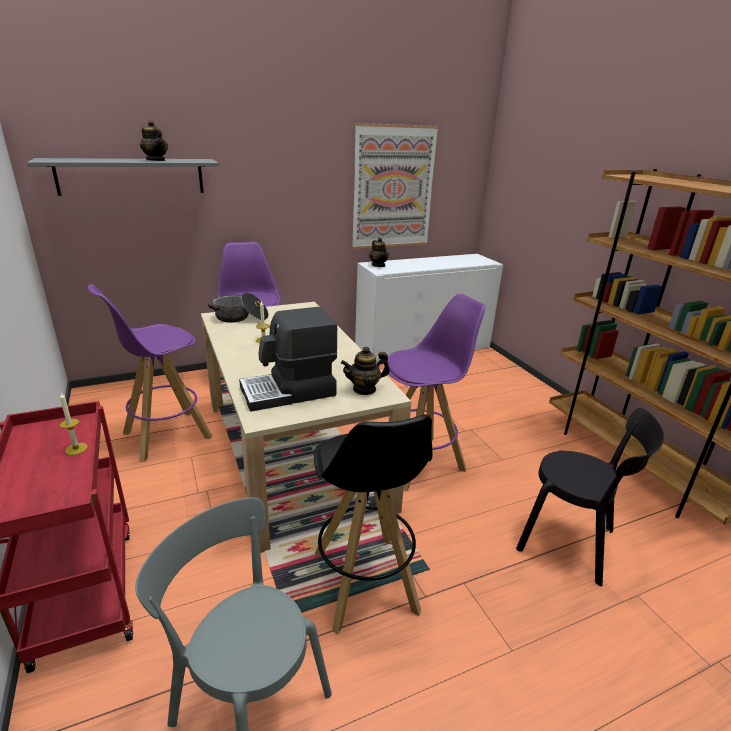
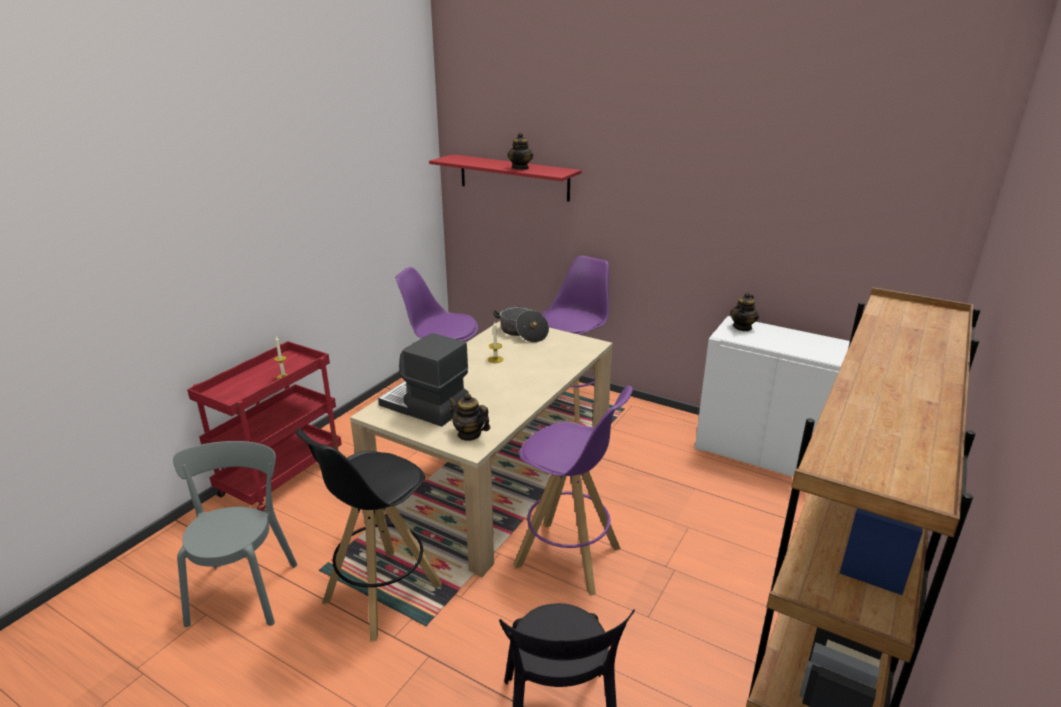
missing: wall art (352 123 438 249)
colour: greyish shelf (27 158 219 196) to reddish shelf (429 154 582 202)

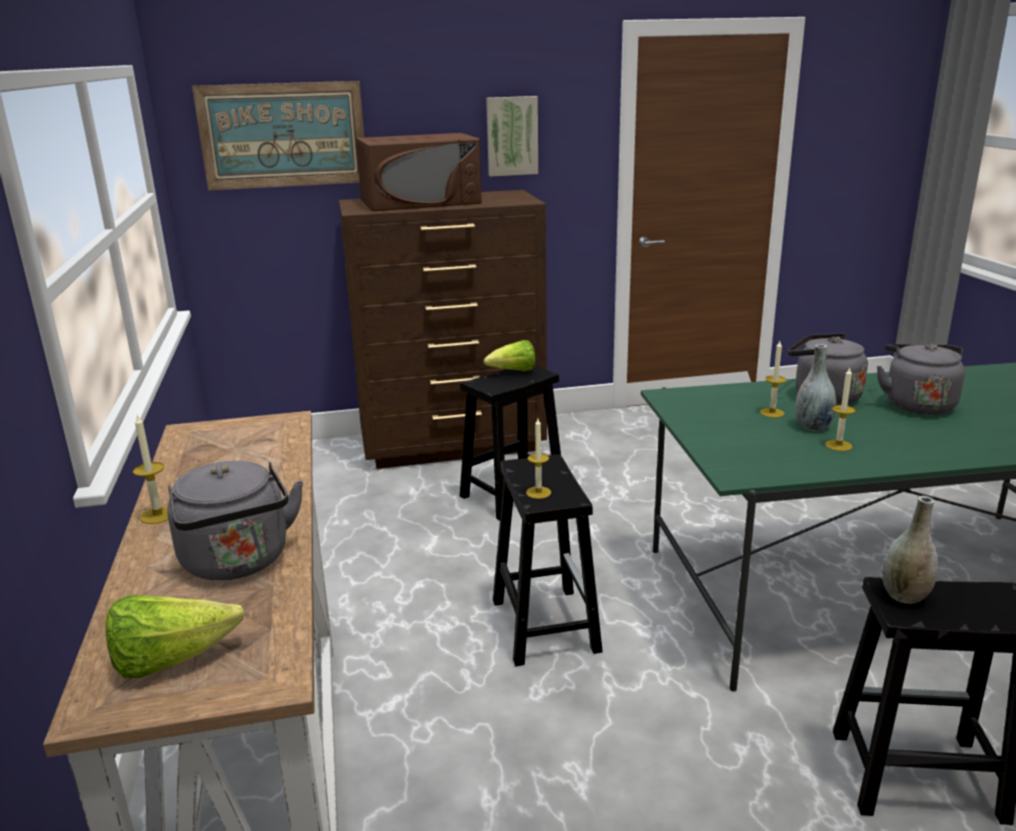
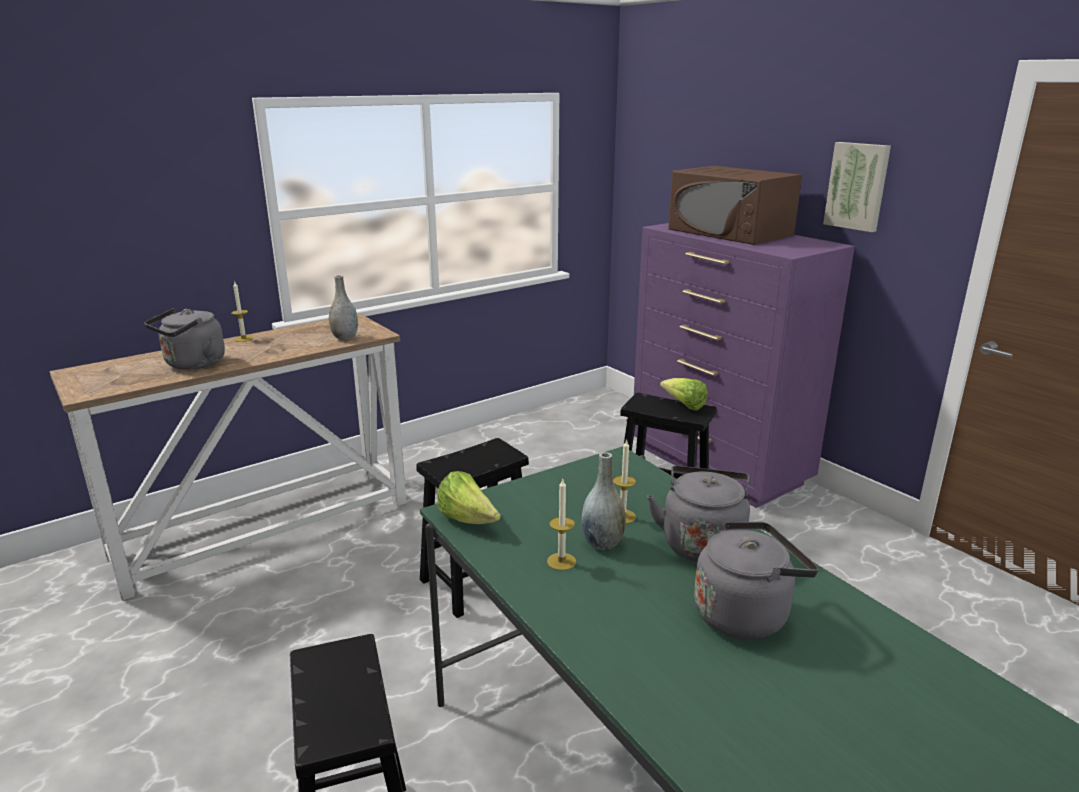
missing: wall art (192 81 364 190); candle (526 419 551 499)
relocated: head of lettuce (105 595 244 678) to (437 471 501 524); greyish decorative vase (882 496 939 604) to (329 275 358 340)
colour: brown-coloured chest of drawers (339 190 547 469) to purplish chest of drawers (634 223 855 508)

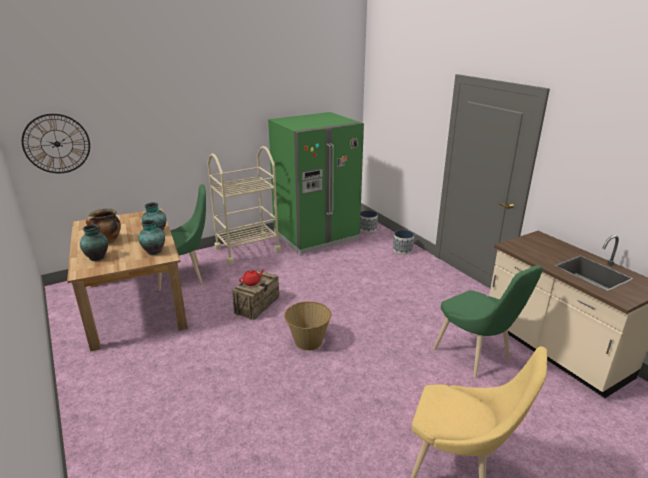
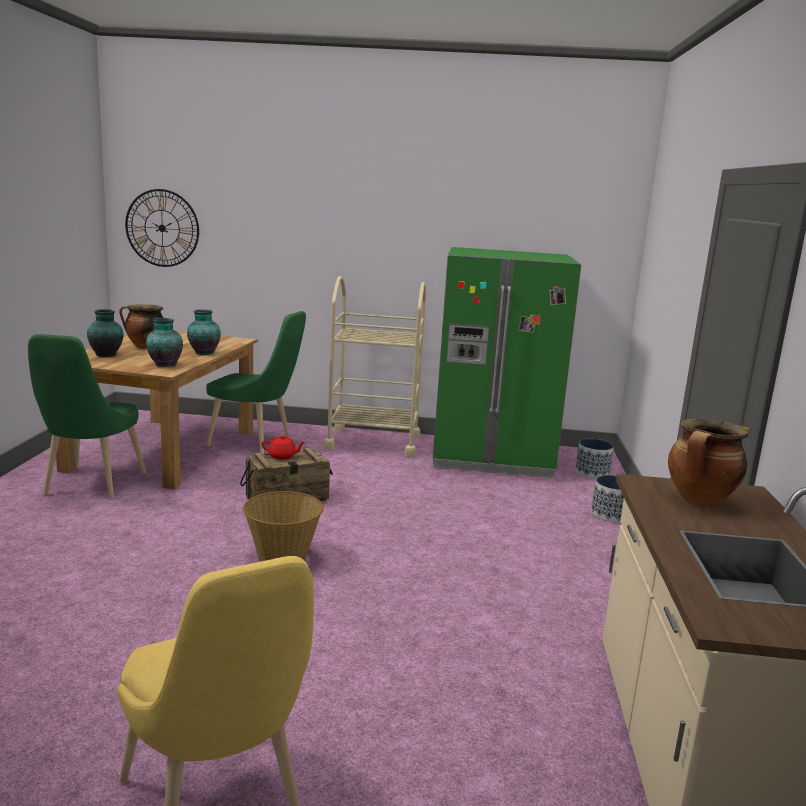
appeared: cooking pot (668 419 748 506)
relocated: greenish upright chair (433 265 543 378) to (28 334 146 500)

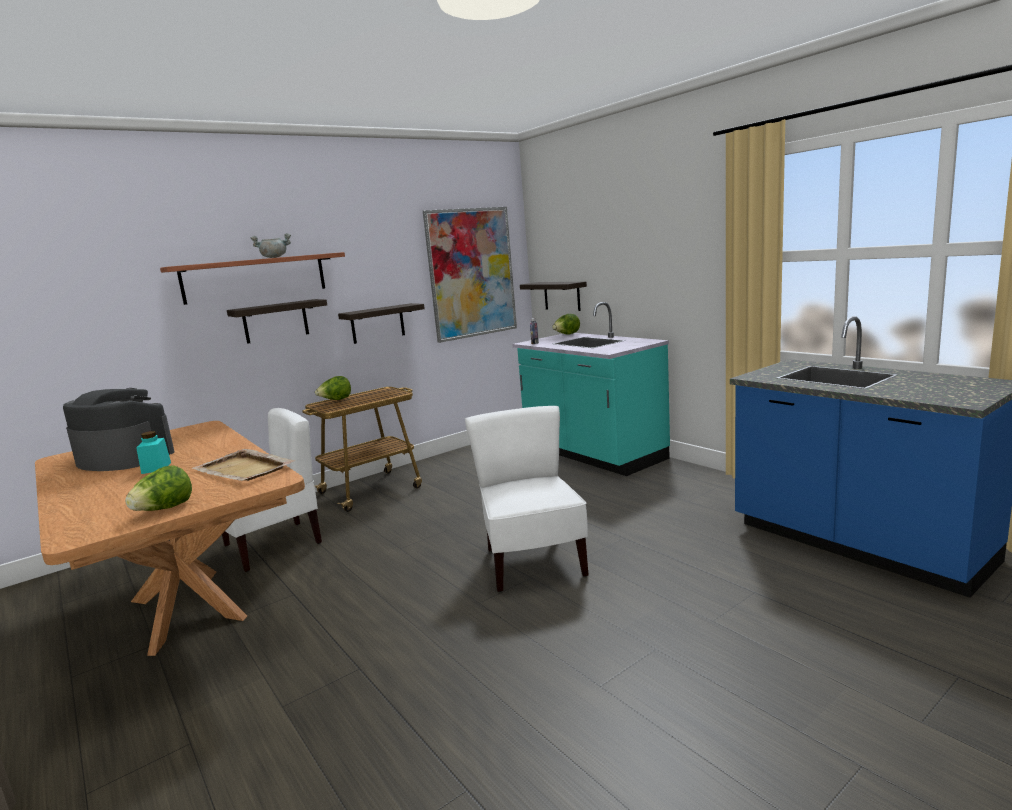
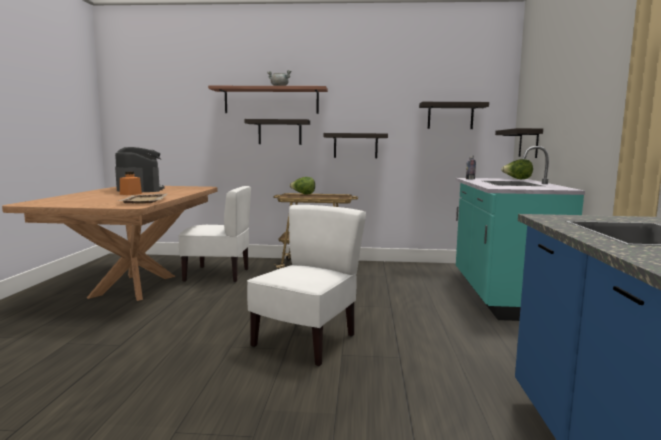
missing: head of lettuce (125 466 192 511)
exchanged: wall art (423 207 517 343) to shelf (419 102 489 129)
colour: turquoise-coloured preserve jar (136 431 171 474) to orange preserve jar (120 172 142 195)

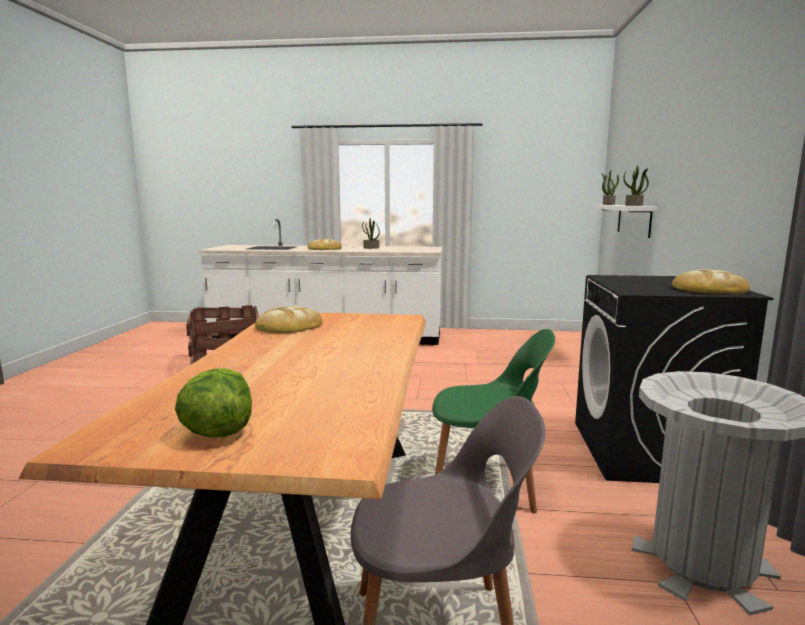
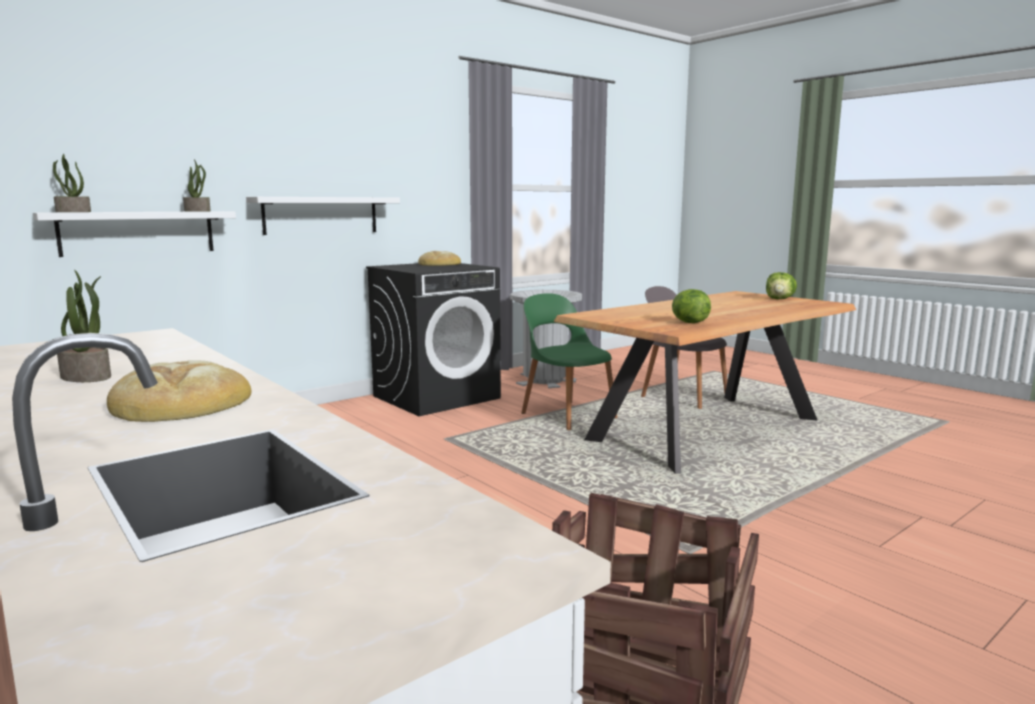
appeared: white-coloured shelf (246 197 400 235)
exchanged: baked bread (255 306 323 334) to head of lettuce (672 289 711 323)

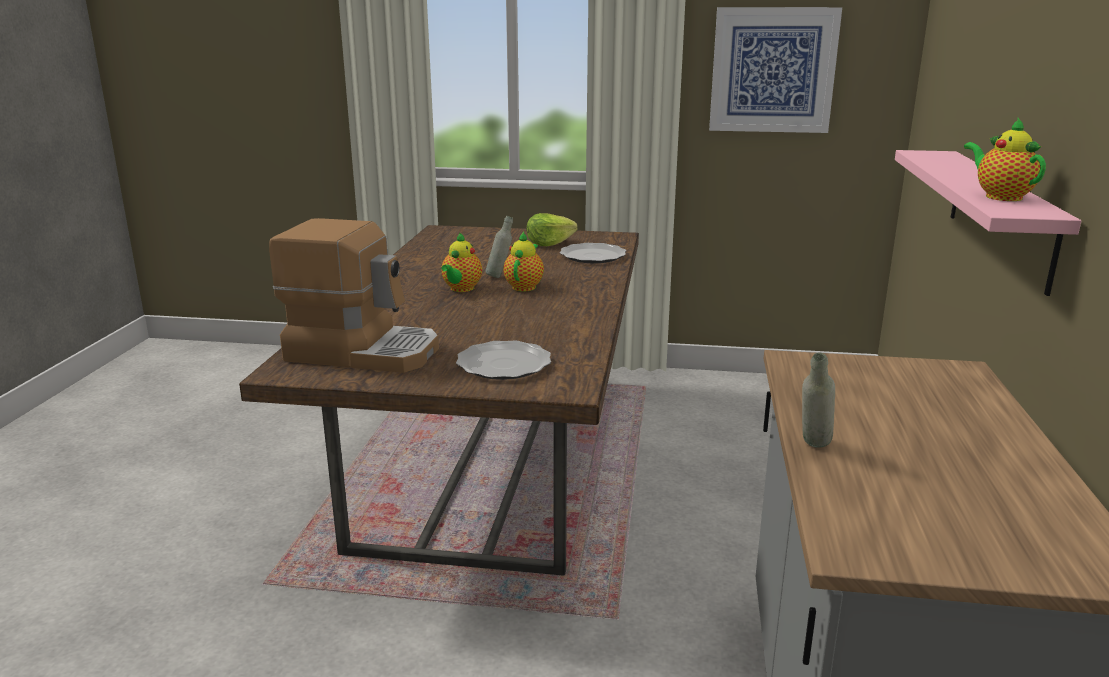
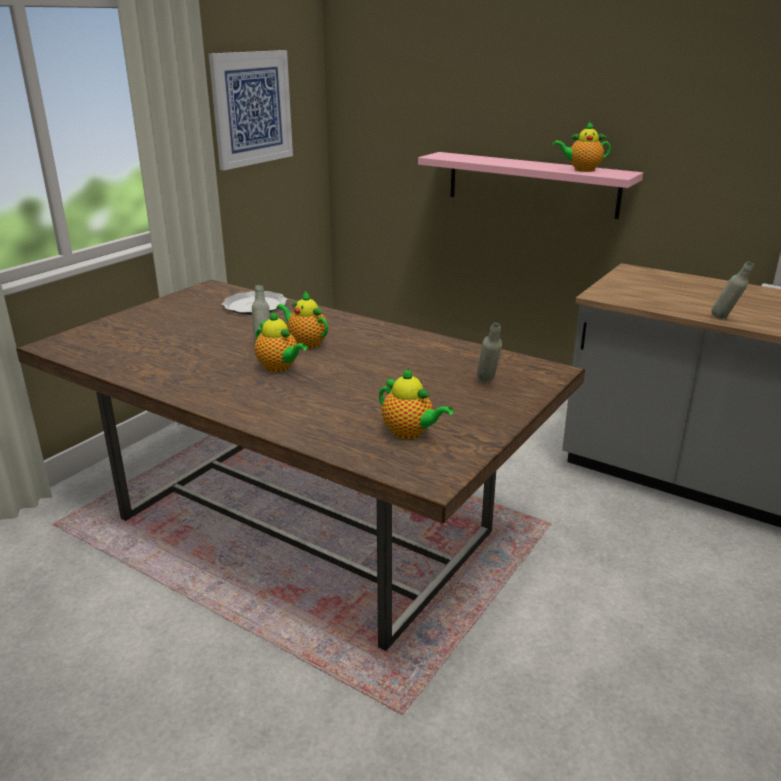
missing: head of lettuce (527 213 578 246)
exchanged: coffee brewer (269 218 439 373) to tea pot (379 368 454 440); dinner plate (456 341 551 380) to greyish drink bottle (477 323 502 382)

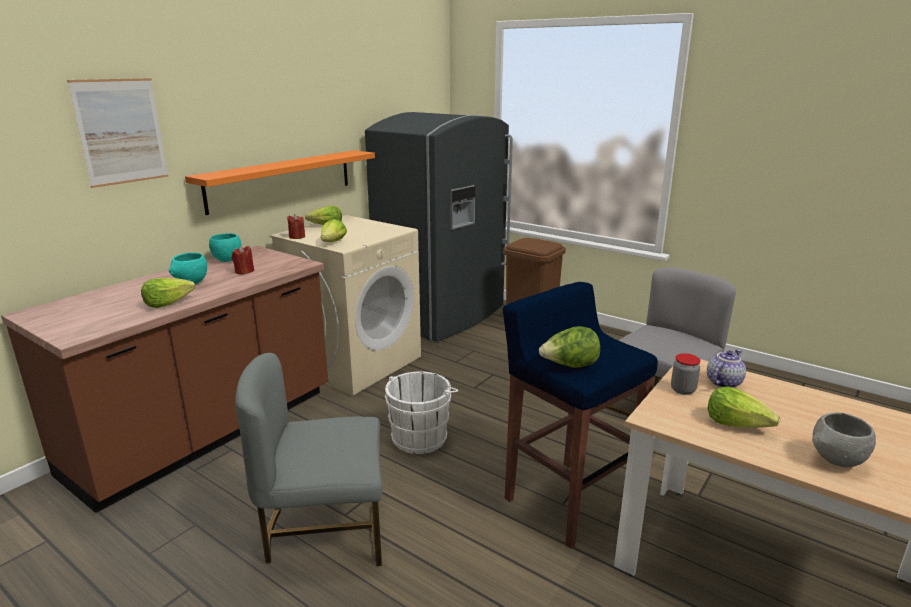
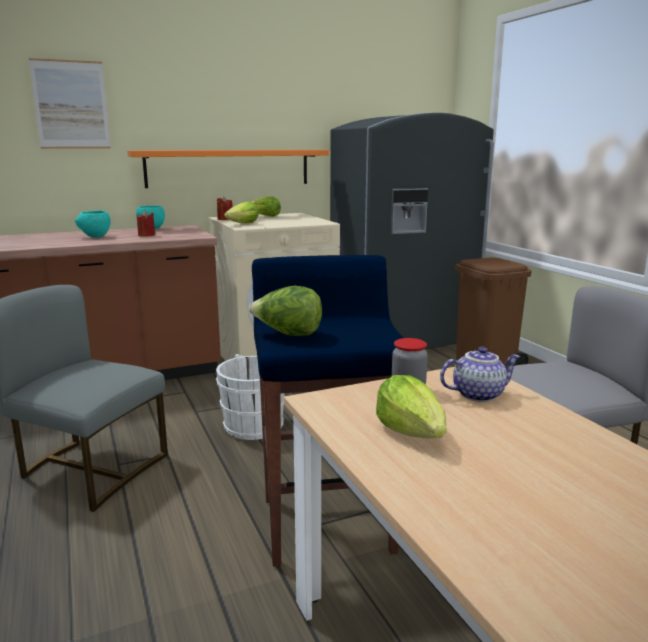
missing: head of lettuce (141 278 195 308); greyish bowl (812 412 876 467)

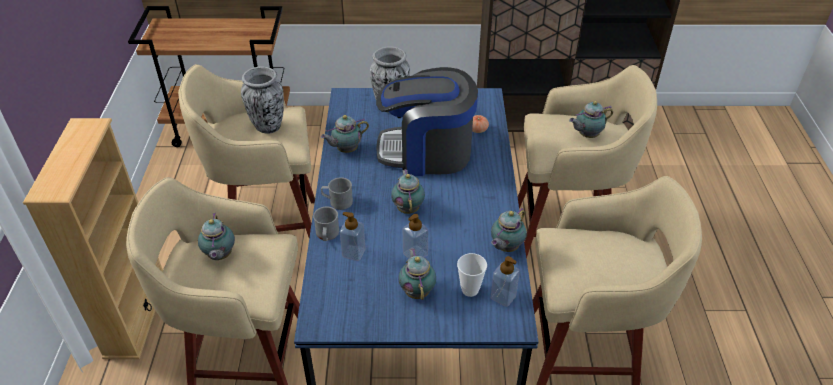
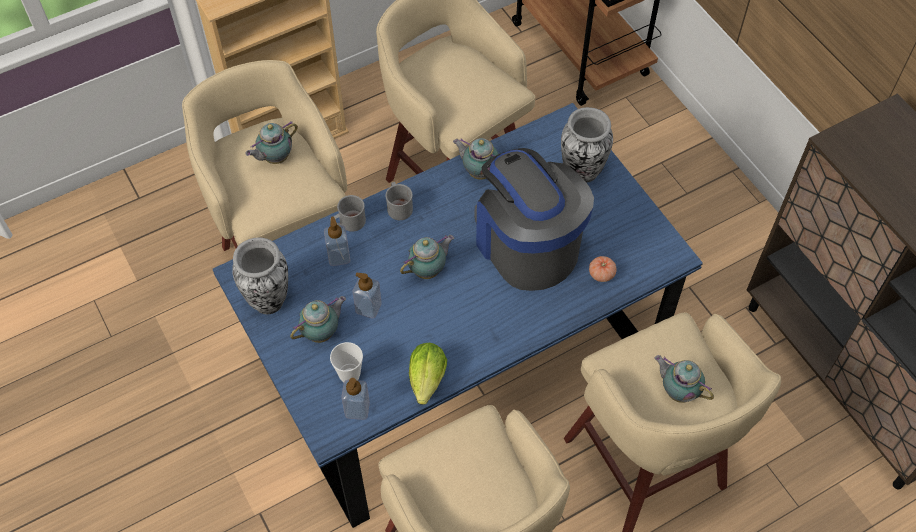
relocated: decorative vase (241 67 284 134) to (232 237 288 314)
exchanged: tea pot (491 207 527 252) to head of lettuce (409 343 447 405)

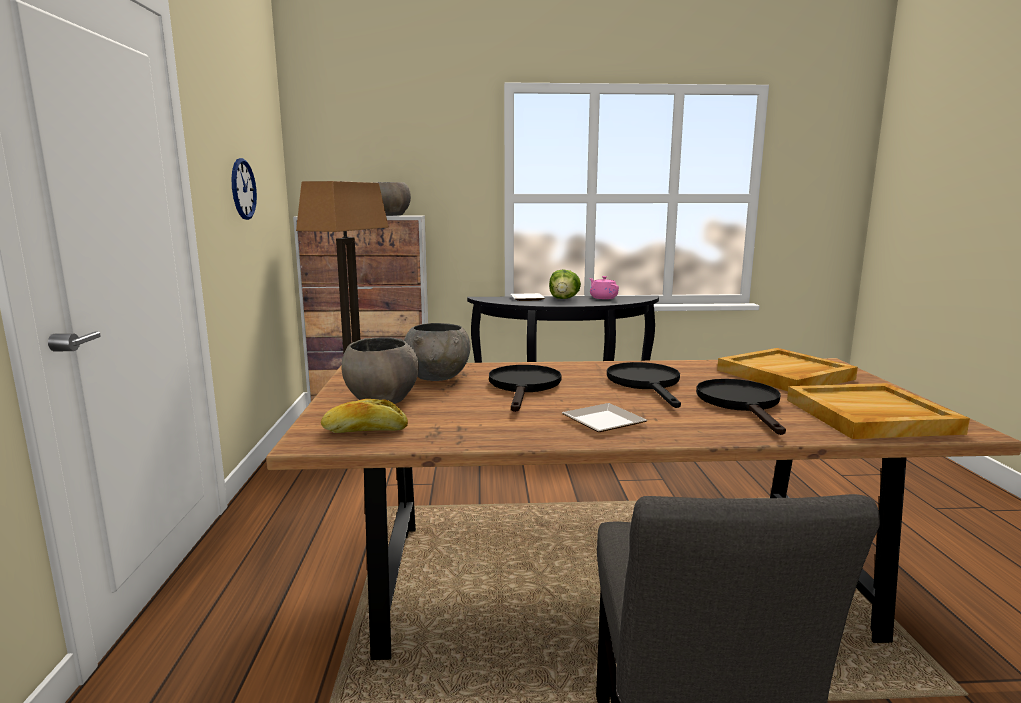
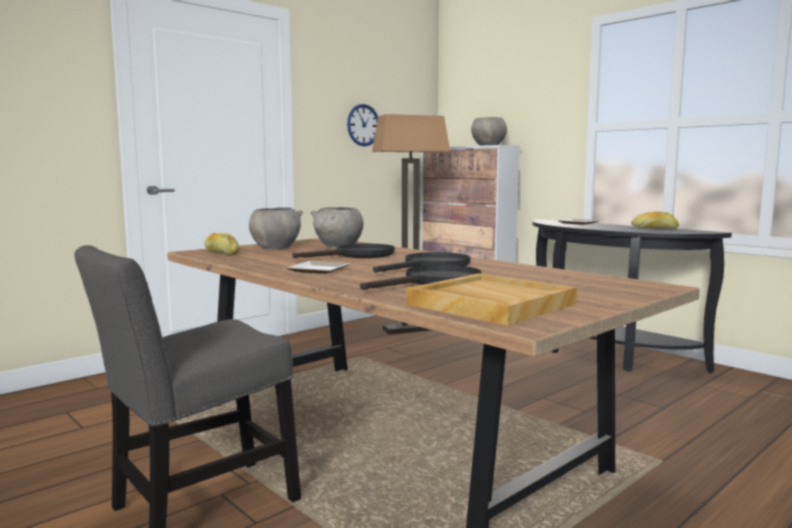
missing: head of lettuce (549 270 581 299); beige serving tray (717 348 858 391)
exchanged: pink-coloured tea pot (589 276 619 299) to baked bread (631 211 679 229)

